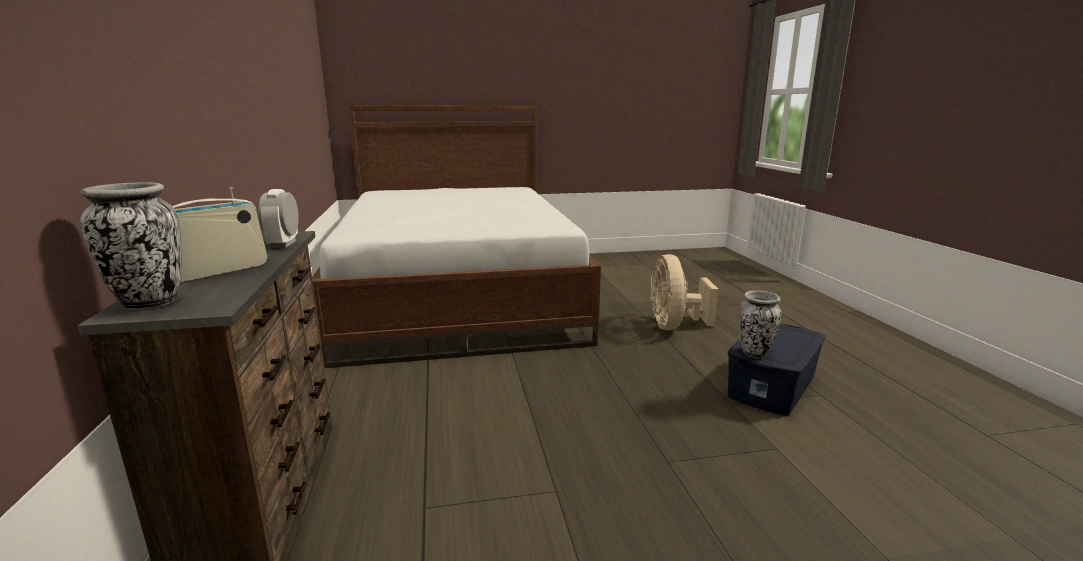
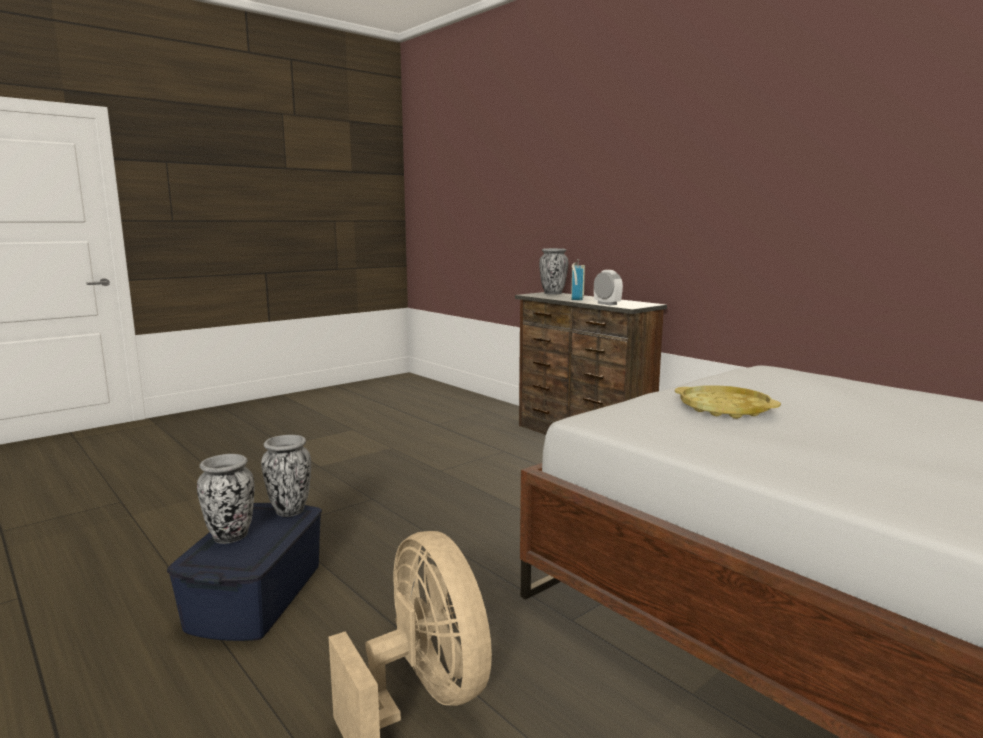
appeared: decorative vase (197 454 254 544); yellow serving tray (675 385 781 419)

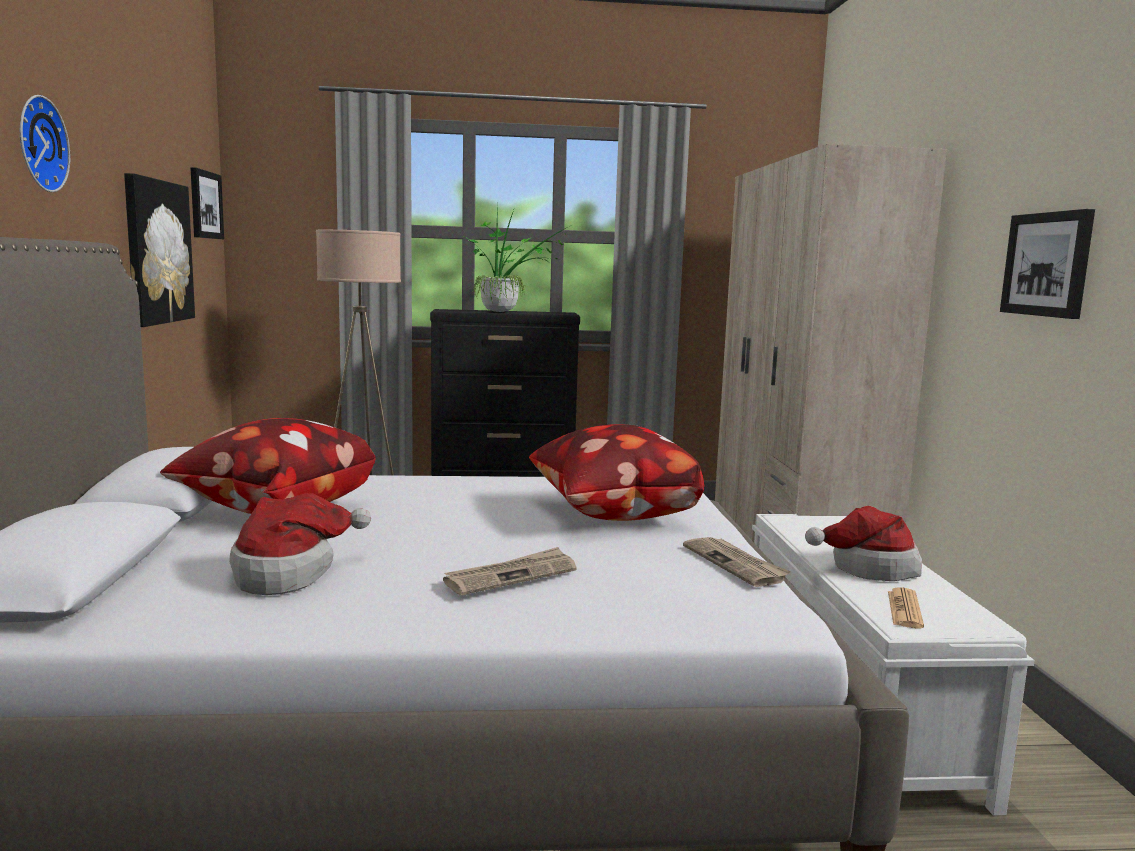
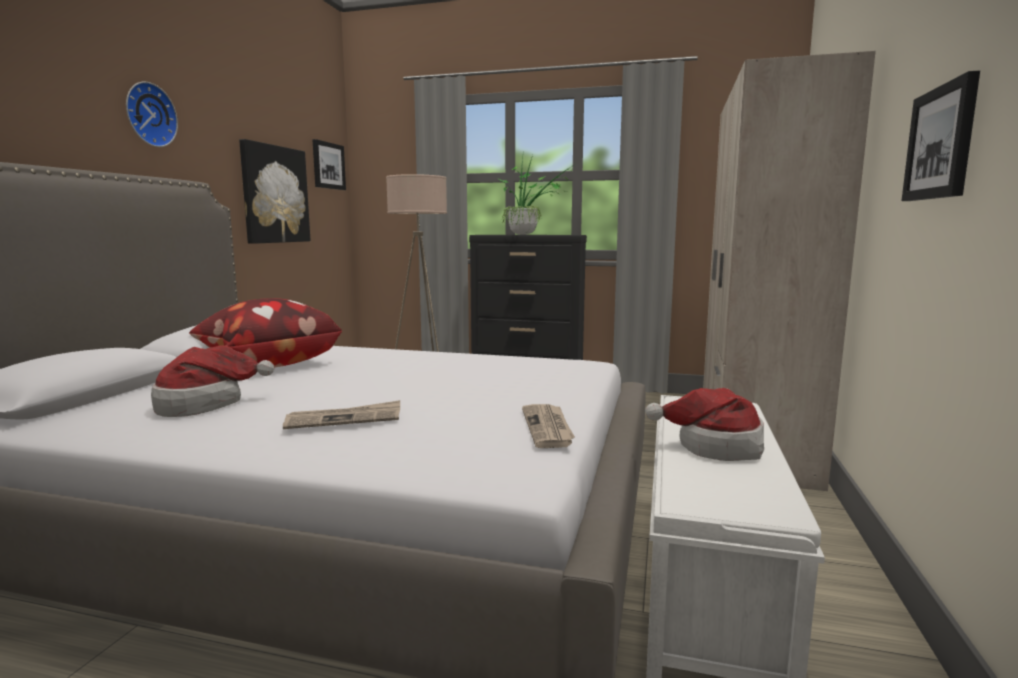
missing: pillow (529 424 704 521); daily paper (888 587 924 629)

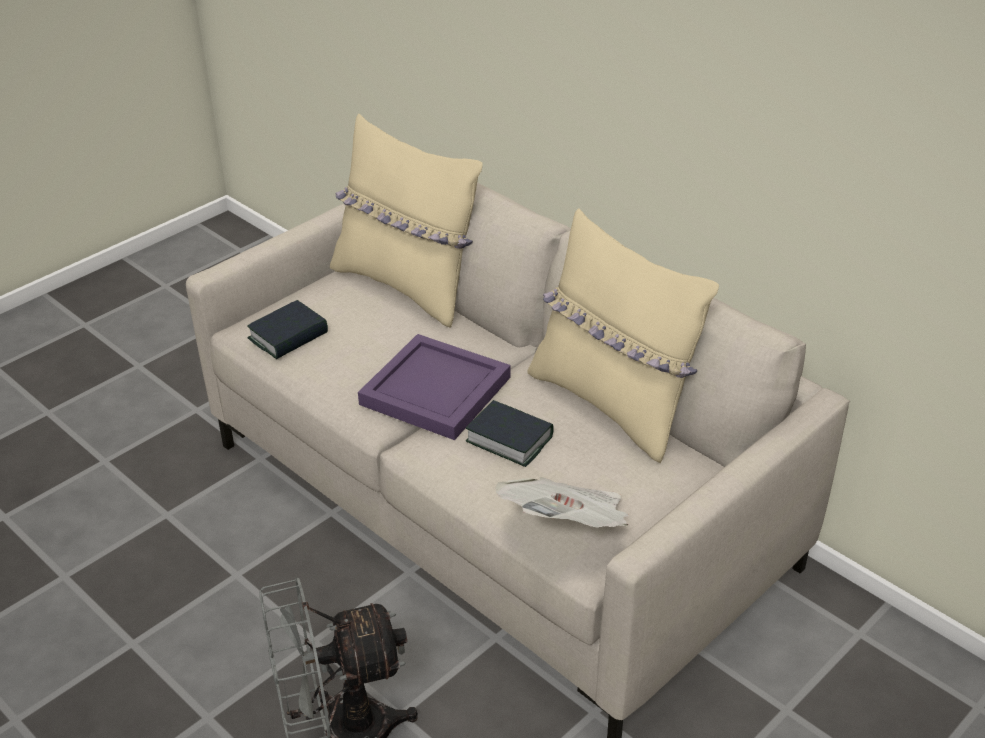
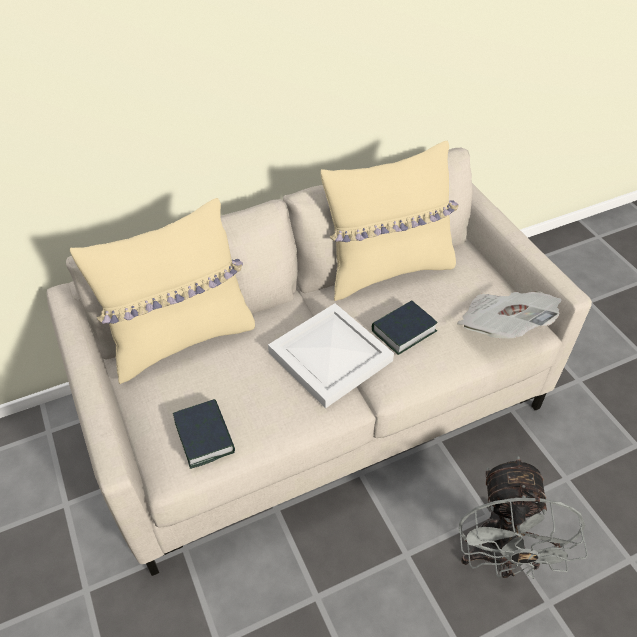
colour: purplish serving tray (358 334 510 440) to white-coloured serving tray (268 303 394 409)

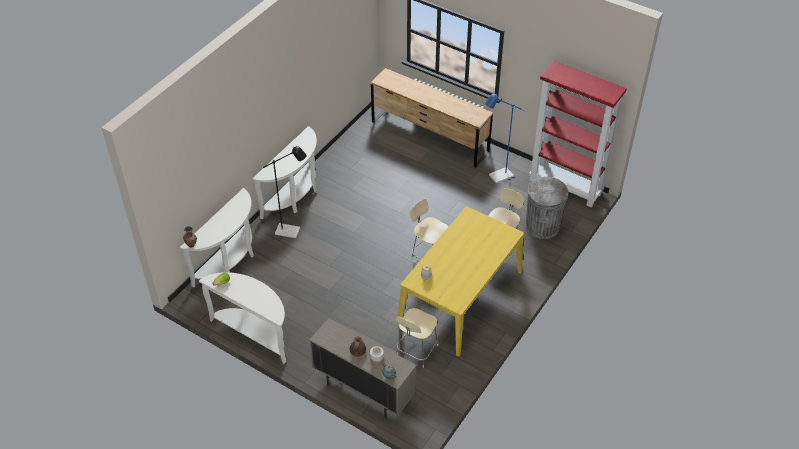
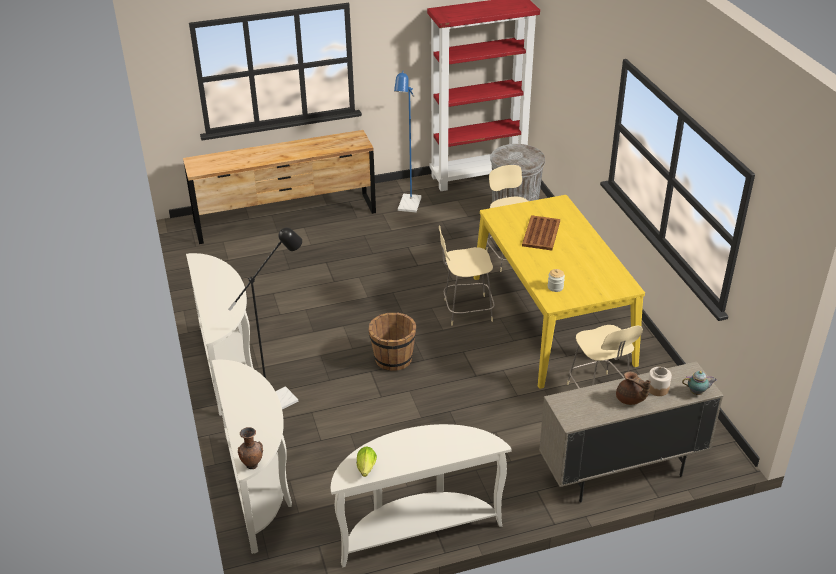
appeared: brown-coloured bucket (369 312 416 371); brown-coloured serving tray (522 215 560 250)

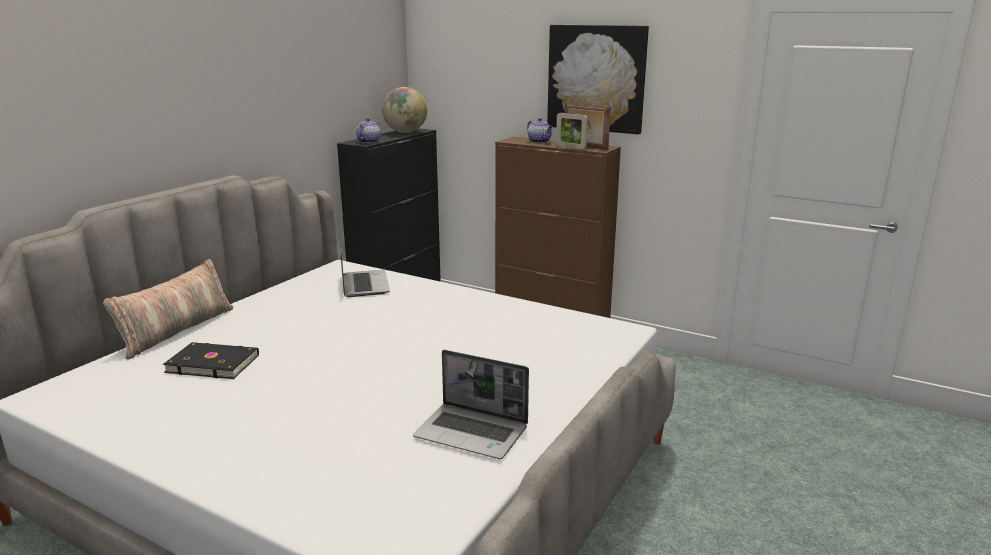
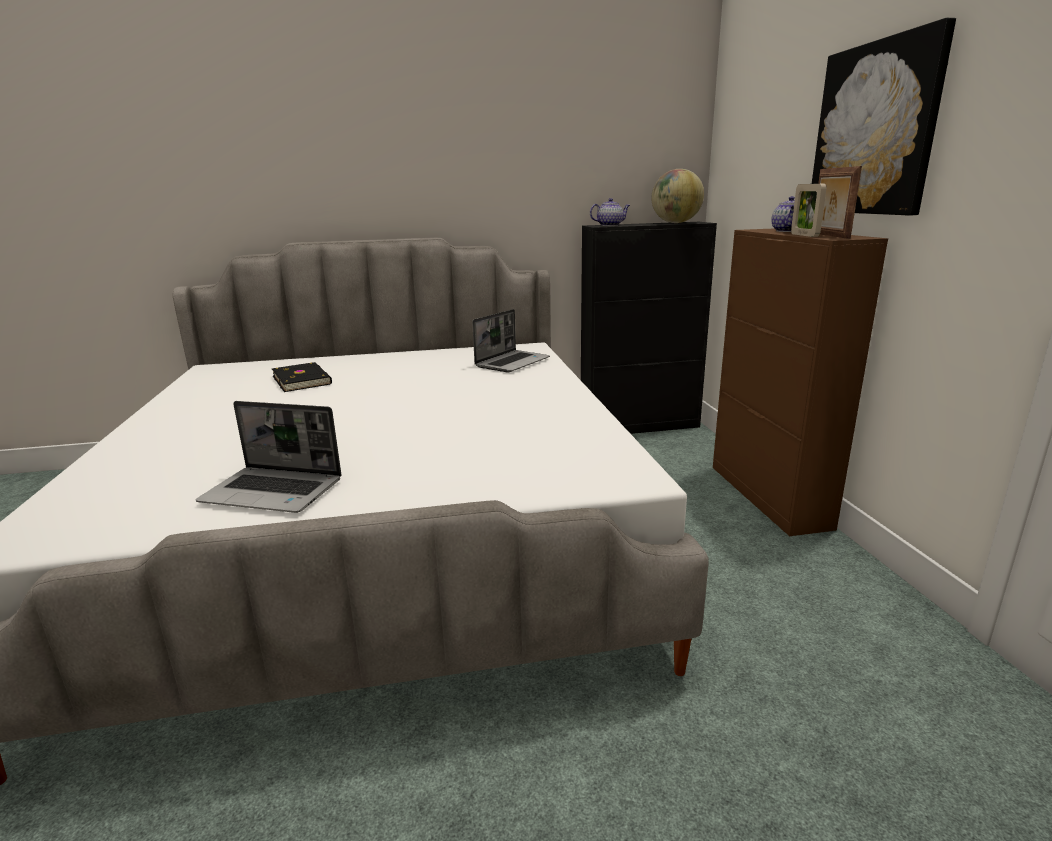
missing: pillow (103 259 233 360)
spun: laptop (413 350 529 459) = (196 401 341 513) 60 degrees counterclockwise

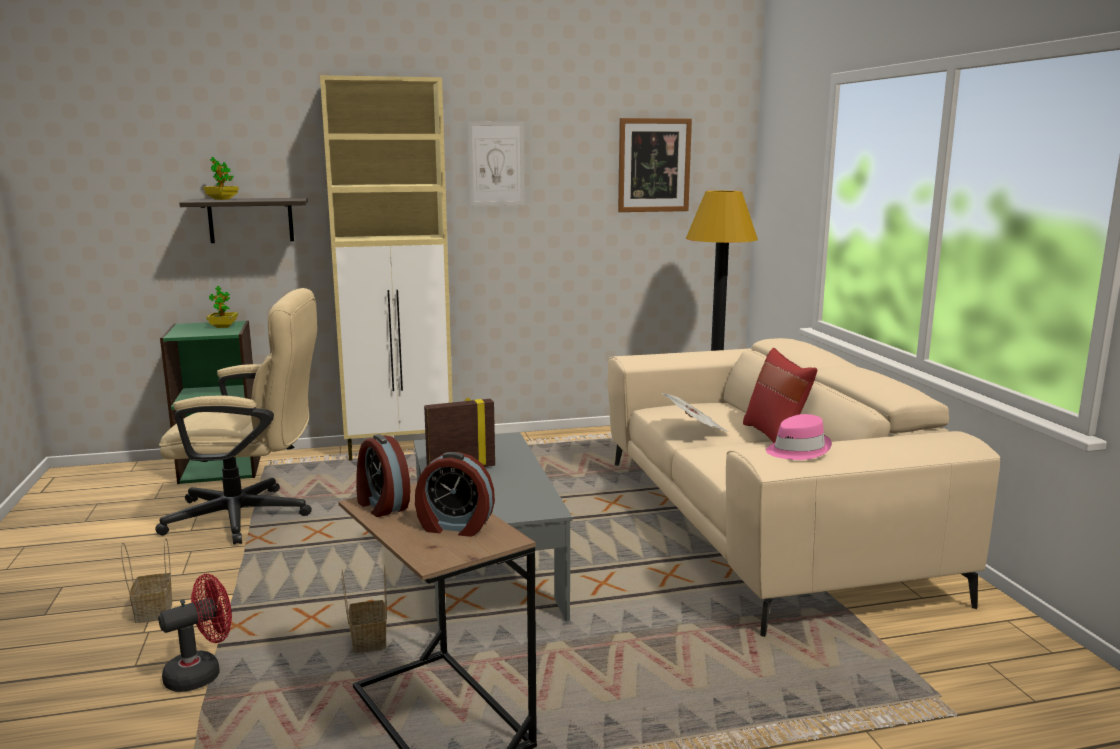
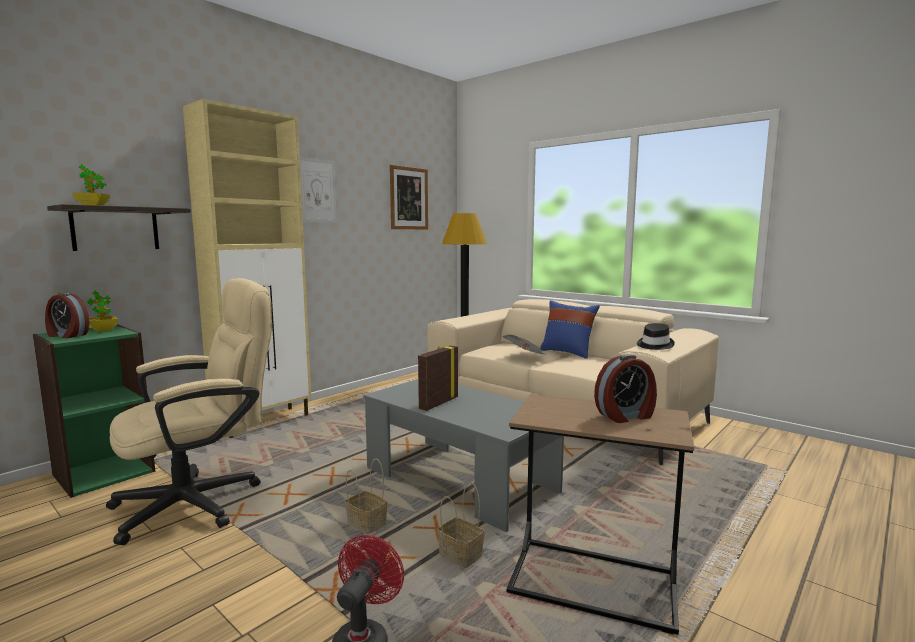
relocated: basket (121 538 172 623) to (345 458 387 534); table clock (356 434 410 517) to (45 292 90 338)
colour: reddish pillow (743 348 817 443) to bluish pillow (540 300 600 358); pink-coloured hat (766 414 832 460) to blackish hat (637 323 675 350)

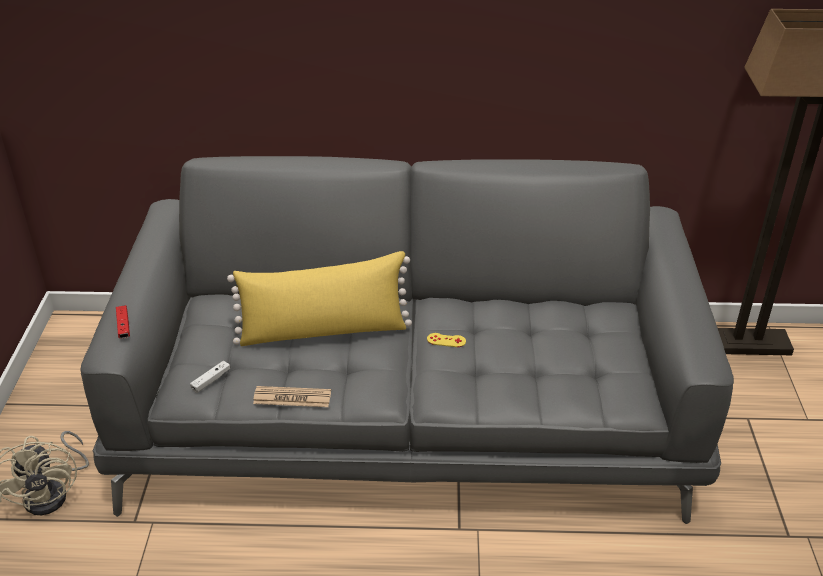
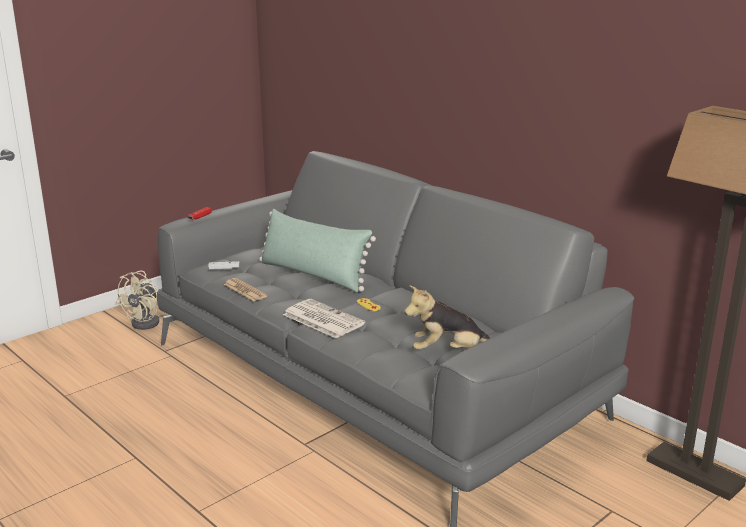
appeared: daily paper (283 299 365 339); soft toy (405 285 490 350)
colour: yellow pillow (227 251 412 346) to greenish pillow (259 209 376 292)

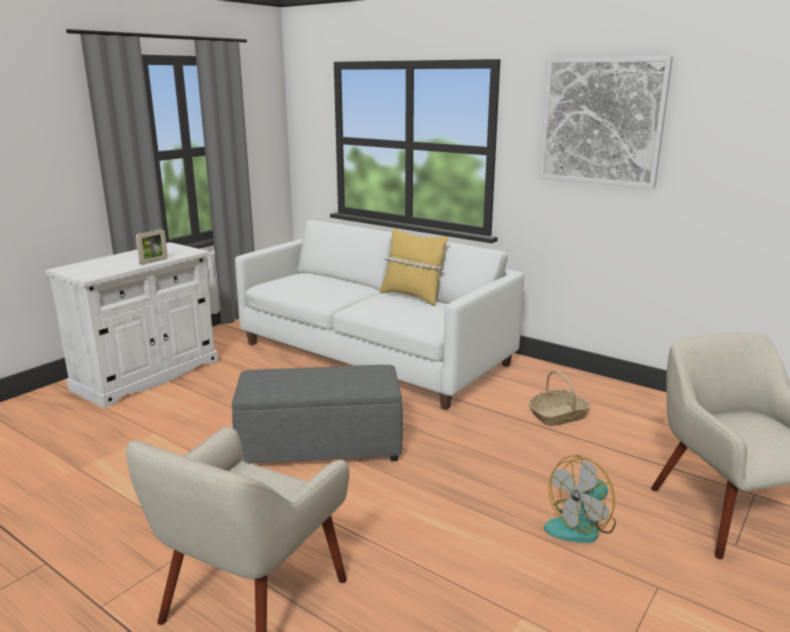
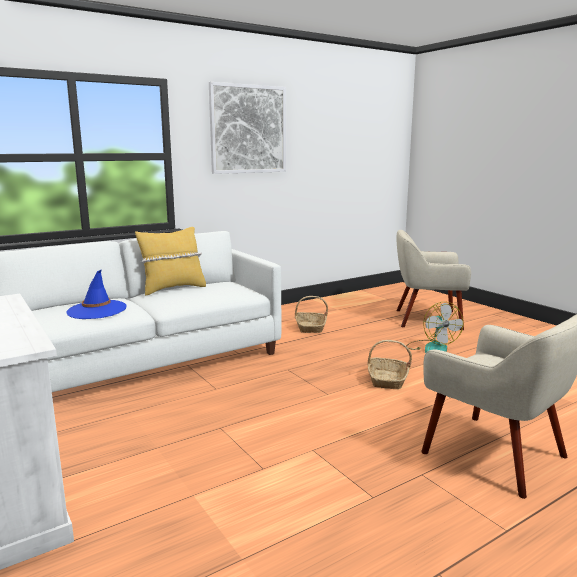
missing: standing frame (136 229 168 265); greyish ottoman (232 365 403 464)
appeared: bluish hat (67 270 126 319); basket (367 340 412 389)

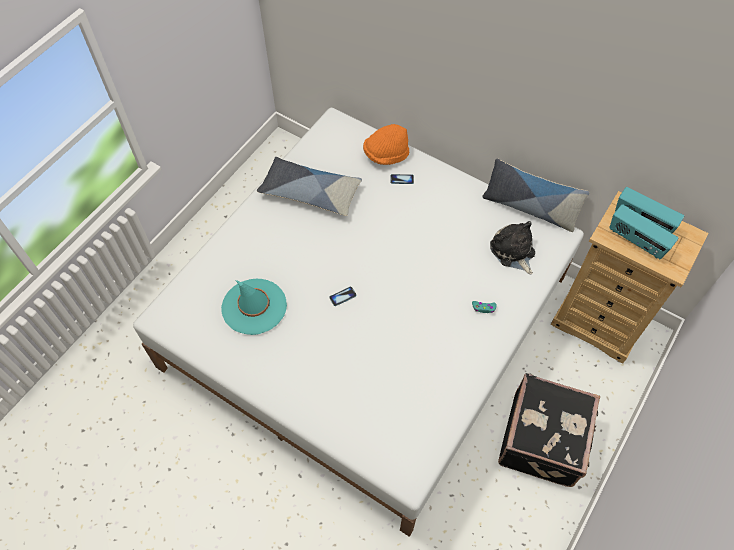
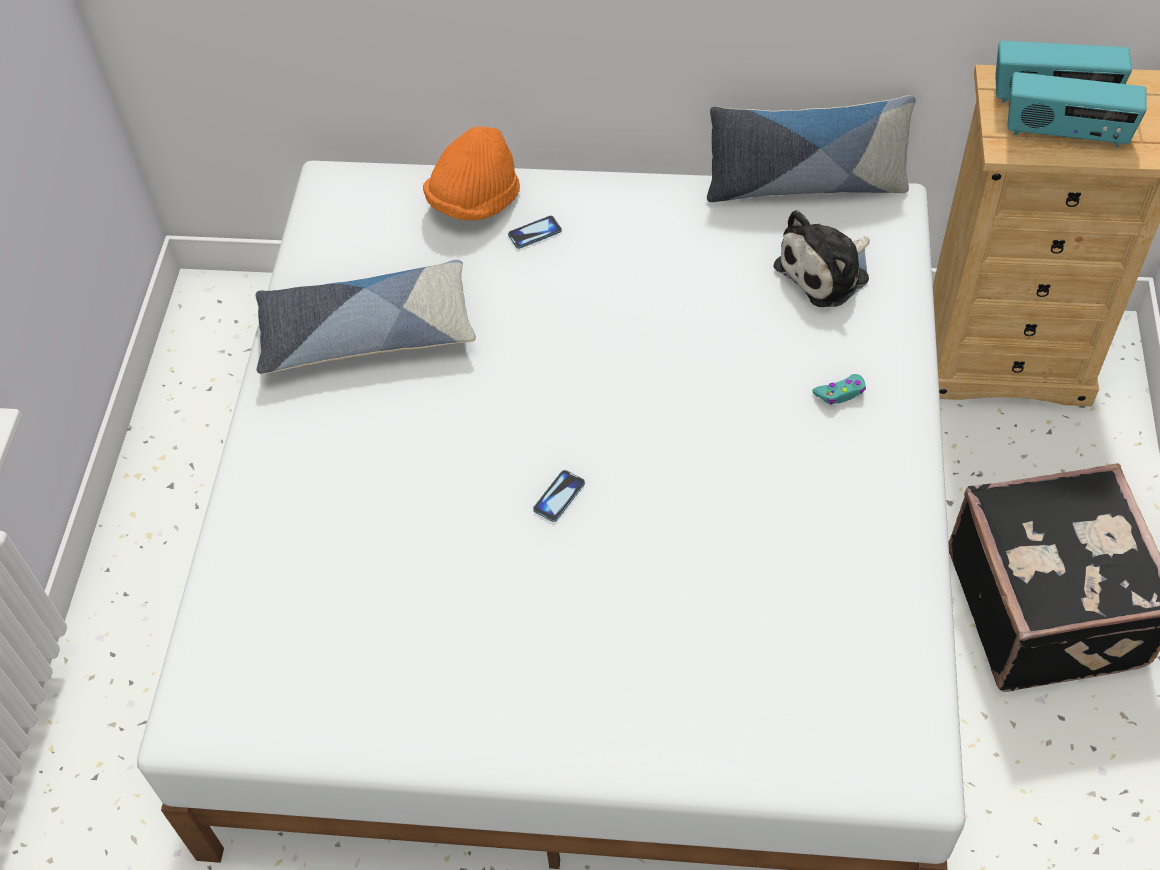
missing: turquoise-coloured hat (221 279 287 335)
spun: soft toy (490 221 535 274) = (773 210 870 307) 75 degrees counterclockwise

